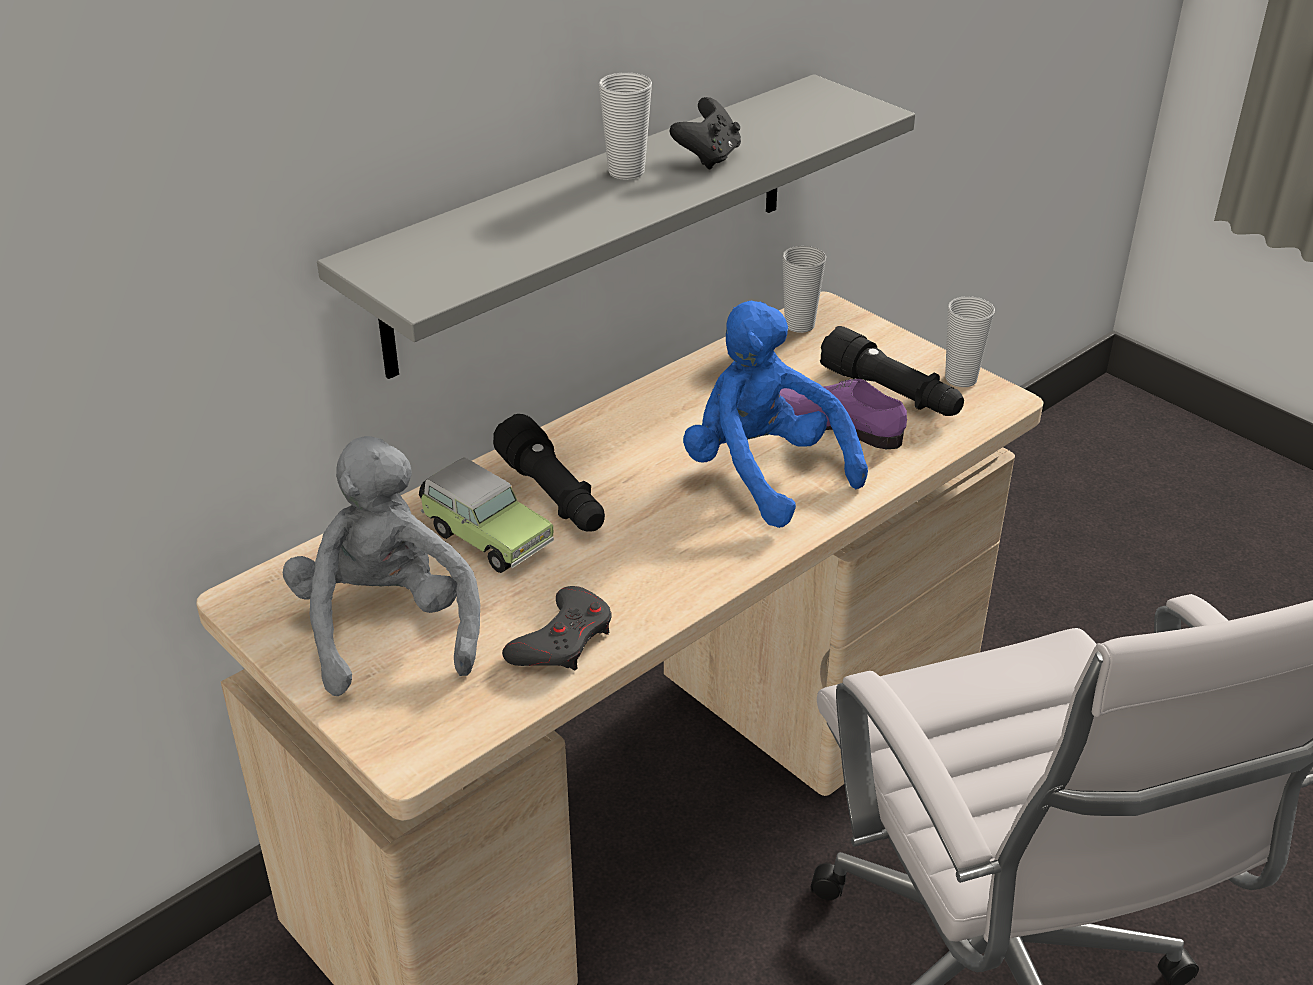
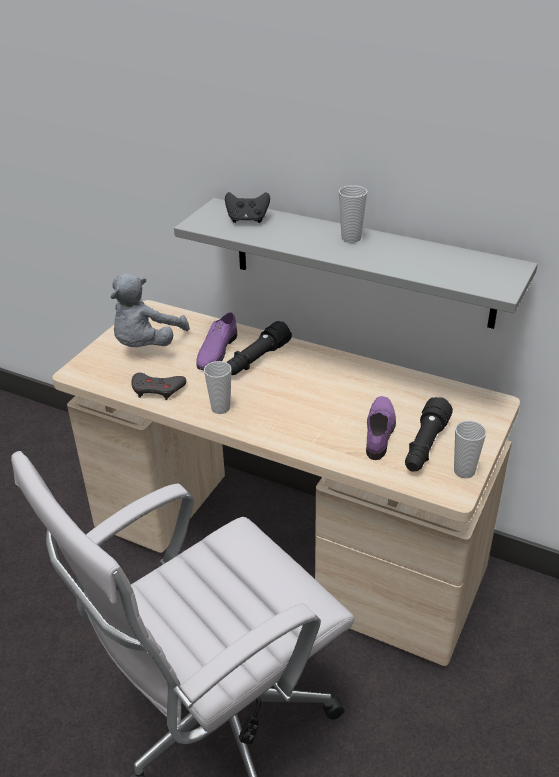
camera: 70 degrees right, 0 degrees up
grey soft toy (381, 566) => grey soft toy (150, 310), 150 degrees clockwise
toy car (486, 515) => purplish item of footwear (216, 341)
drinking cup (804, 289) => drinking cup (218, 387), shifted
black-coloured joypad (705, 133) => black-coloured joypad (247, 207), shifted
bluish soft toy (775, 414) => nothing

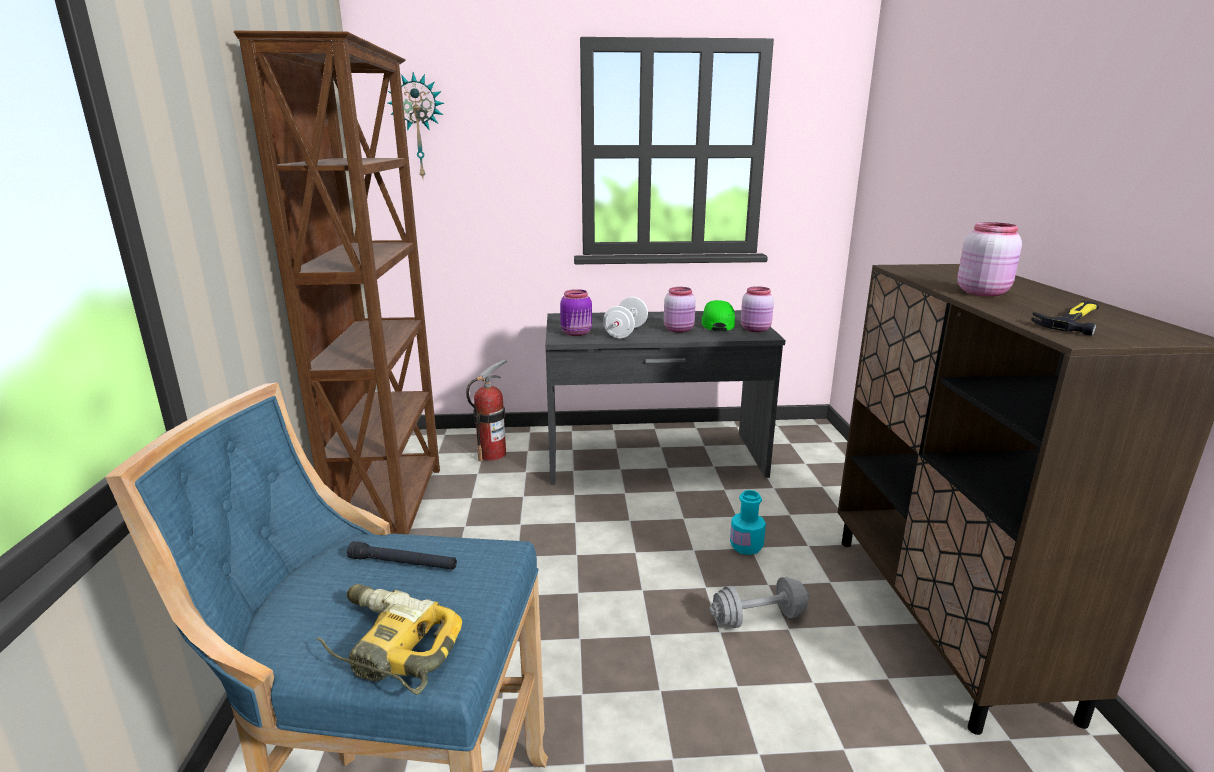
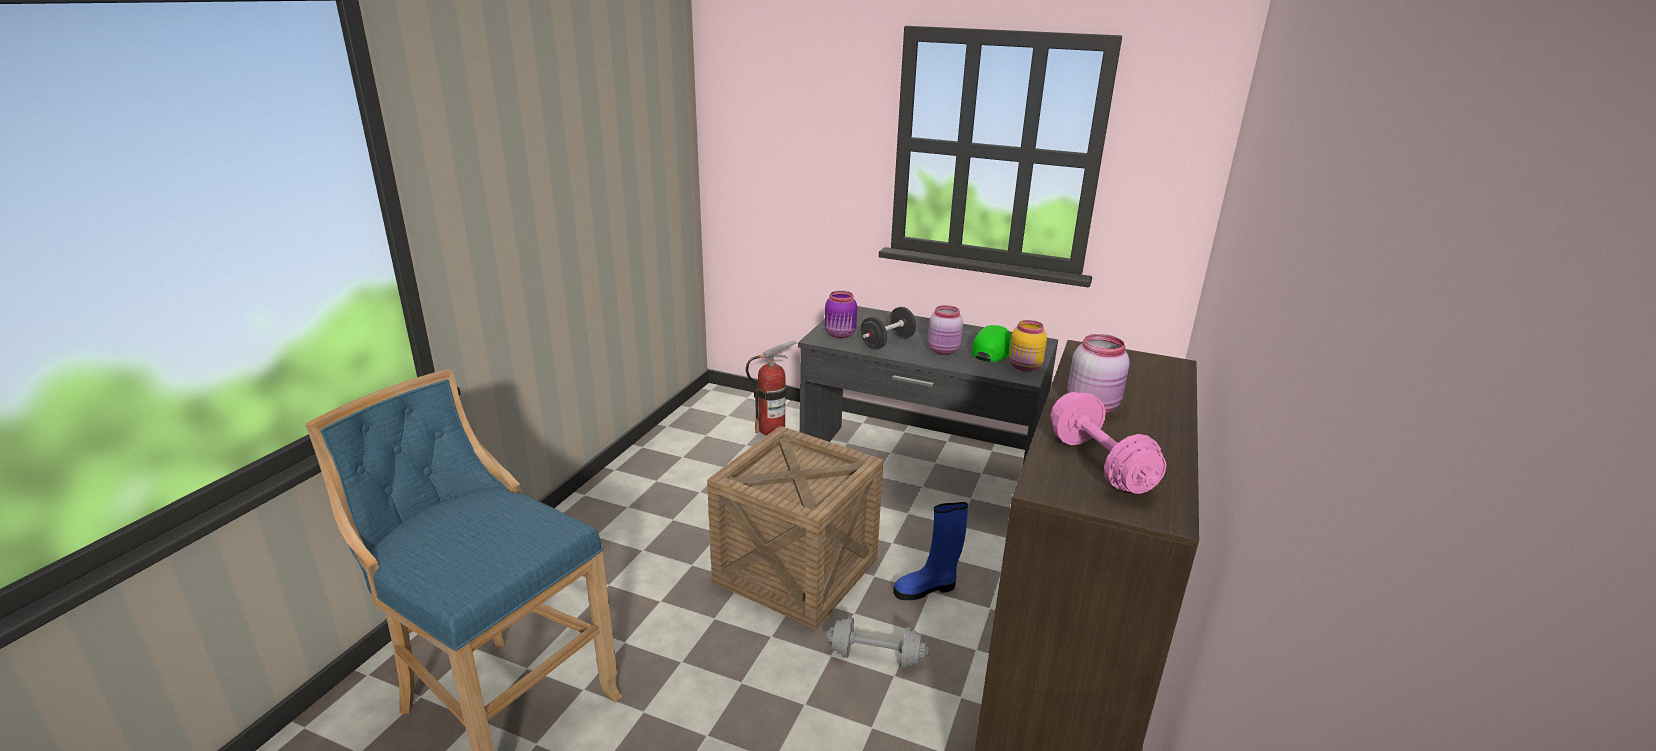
camera: 25 degrees right, 5 degrees up
nothing => shipping crate (795, 527)
white dumbbell (625, 317) => black-coloured dumbbell (888, 328)
turquoise drink bottle (748, 522) => bluish tall boot (930, 551)
pinkish jar (757, 309) => yellowish jar (1028, 345)
hand hammer (1065, 318) => pinkish dumbbell (1108, 443)
brown-coloured shelving unit (337, 282) => nothing
power drill (389, 639) => nothing
black-coloured torch (402, 555) => nothing
clock on the wall (416, 125) => nothing

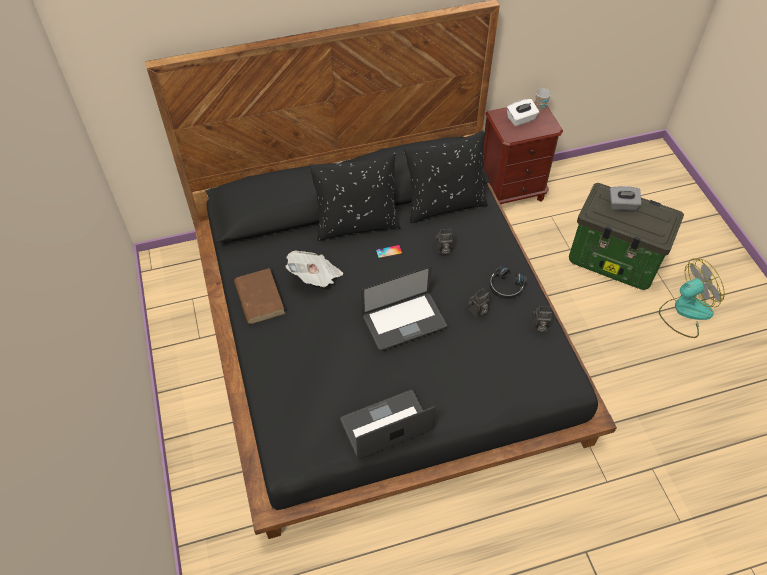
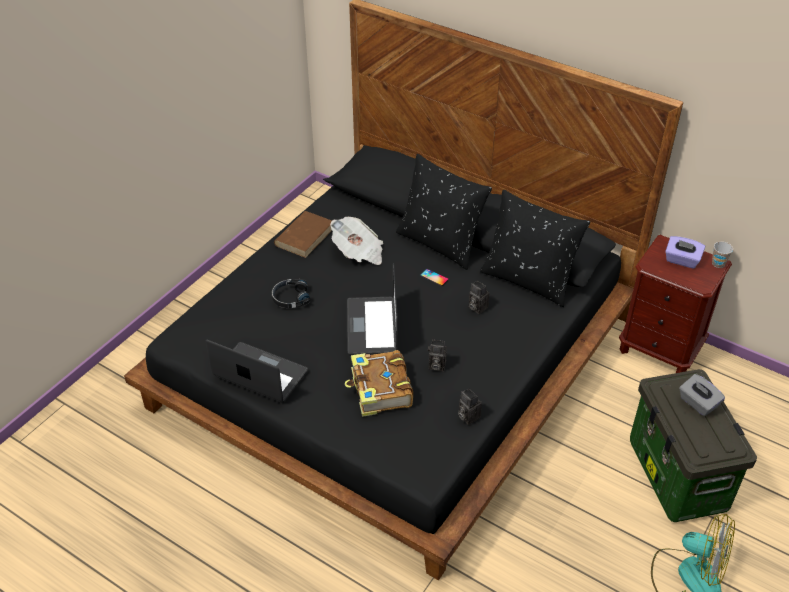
camera: 50 degrees right, 10 degrees down
black-coloured pair of headphones (508, 282) => black-coloured pair of headphones (291, 293), shifted
nothing => bound book (379, 383)
notebook computer (404, 308) => notebook computer (372, 309), 60 degrees clockwise
white box of tissues (523, 112) => purplish box of tissues (685, 252)

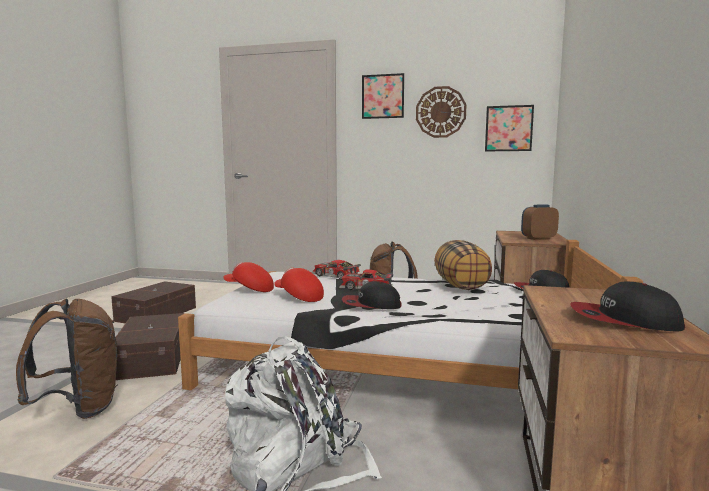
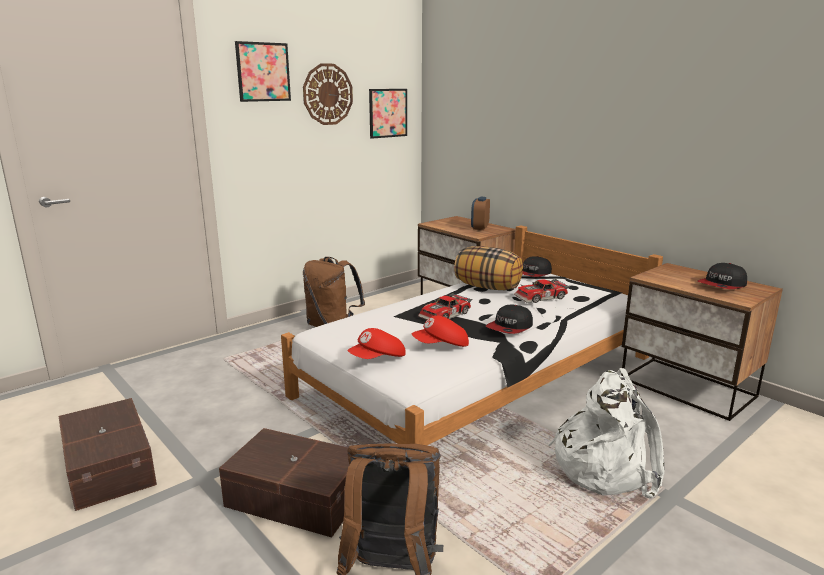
camera: 55 degrees left, 10 degrees up
toy car (336, 270) => toy car (542, 291), shifted

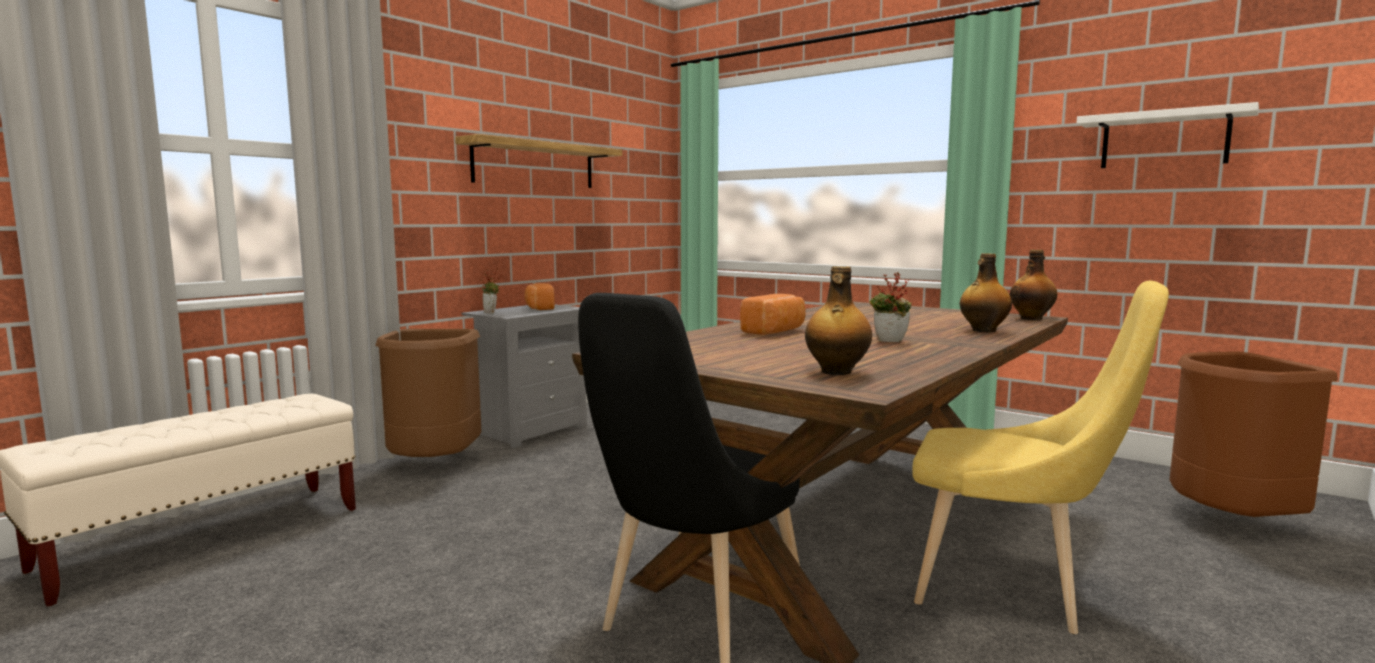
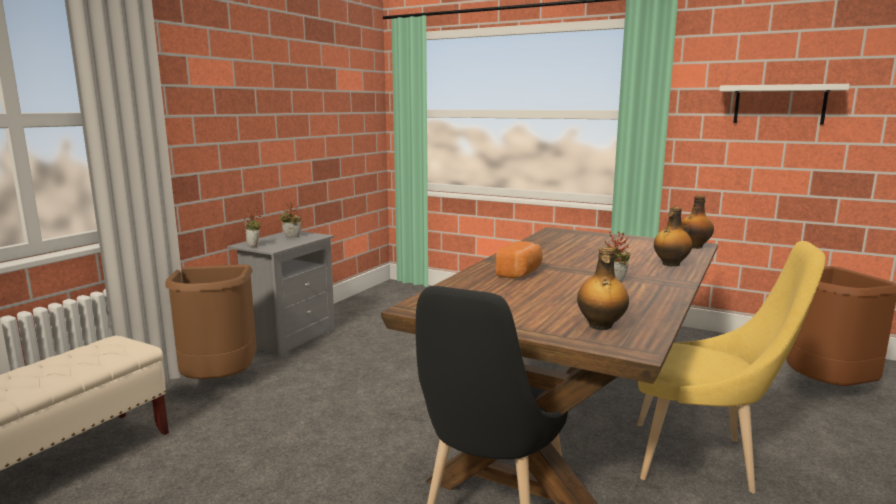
camera: 10 degrees left, 5 degrees up
baked bread (539, 296) => potted plant (290, 220)
wall shelf (538, 161) => nothing

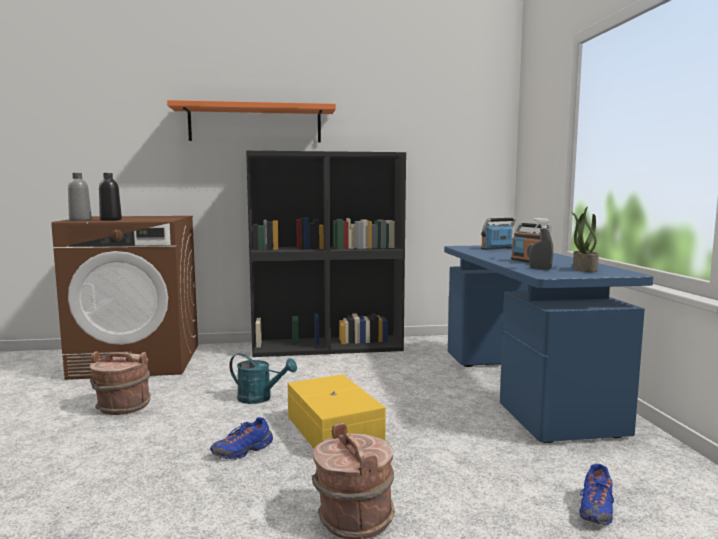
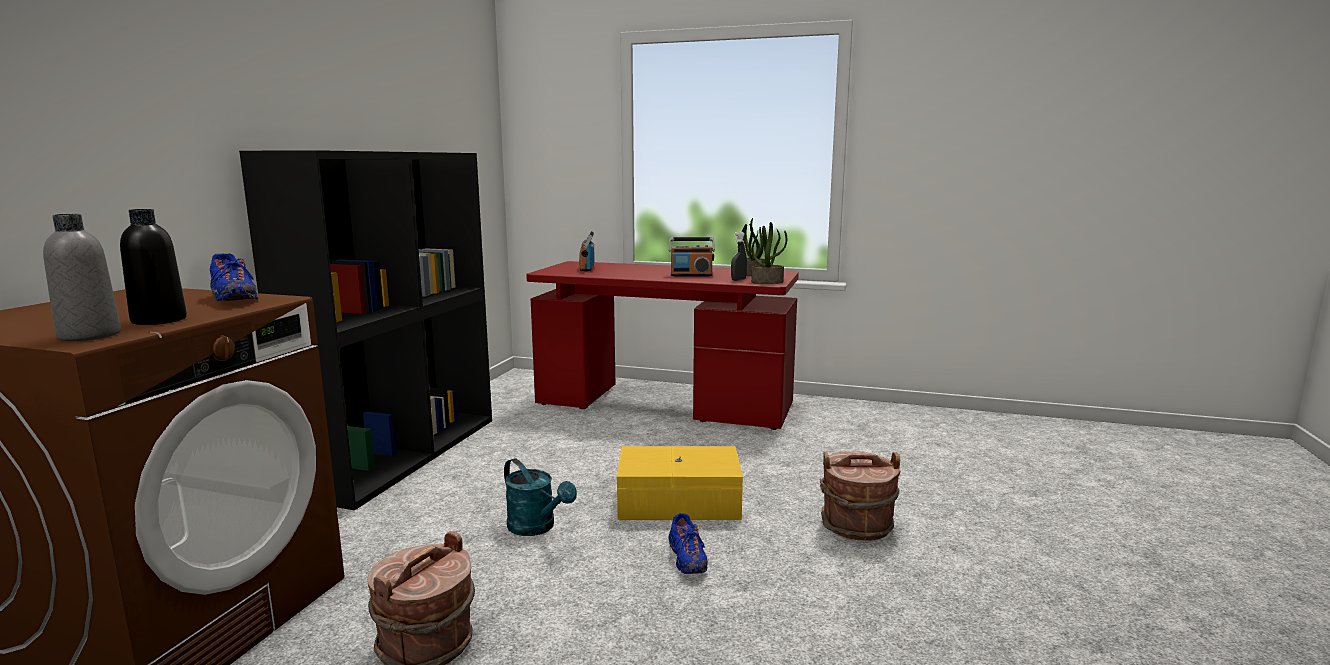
camera: 65 degrees left, 5 degrees up
bluish item of footwear (596, 494) => bluish item of footwear (234, 277), shifted
turquoise sprinkling can (263, 378) => turquoise sprinkling can (540, 497), 90 degrees clockwise
bluish desk unit (548, 344) => reddish desk unit (662, 345)
nothing => potted plant (769, 253)
orange-coloured wall shelf (251, 121) => nothing

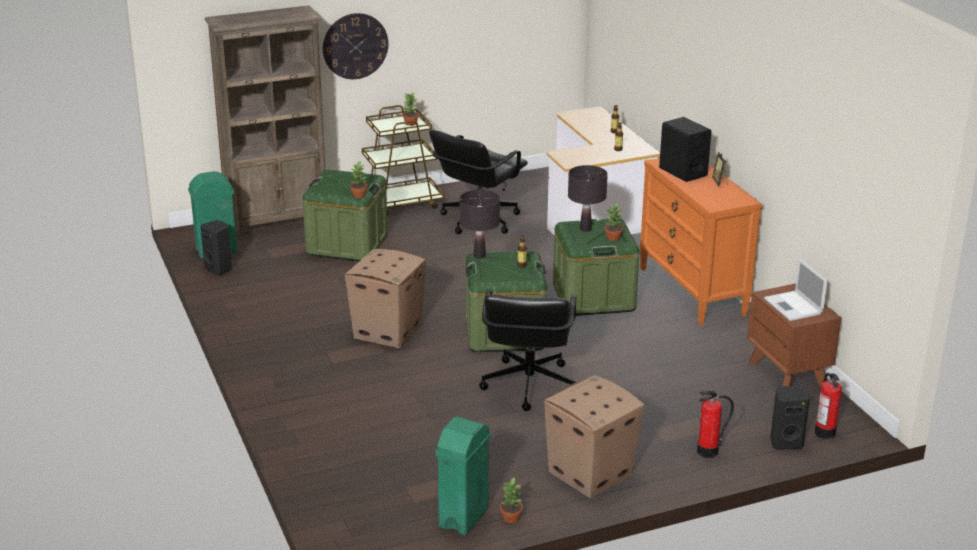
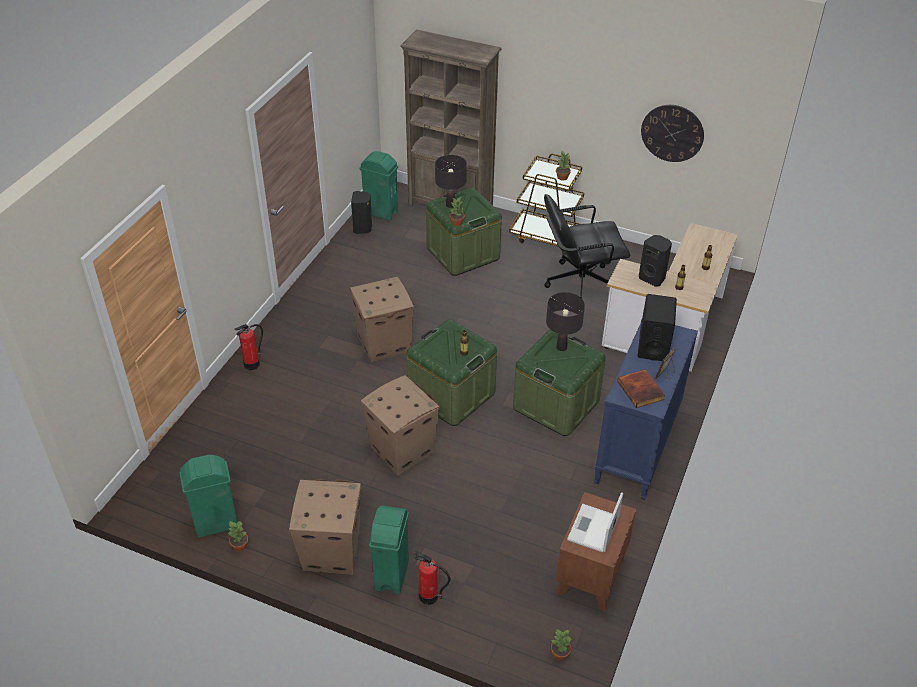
camera: 45 degrees right, 15 degrees up
fire extinguisher (828, 406) => fire extinguisher (249, 347), shifted
black-coloured desk chair (527, 350) => cardboard box (400, 425)
nothing => green trash can (389, 550)
black-coloured tabletop lamp (480, 224) => black-coloured tabletop lamp (451, 181), shifted
potted plant (613, 222) => potted plant (561, 645), shifted
orange-coloured dresser (700, 241) => bluish dresser (646, 410)
nothing => bound book (641, 388)
black-coloured audio speaker (790, 418) => black-coloured audio speaker (655, 261), shifted
clock on the wall (356, 46) => clock on the wall (672, 133), shifted

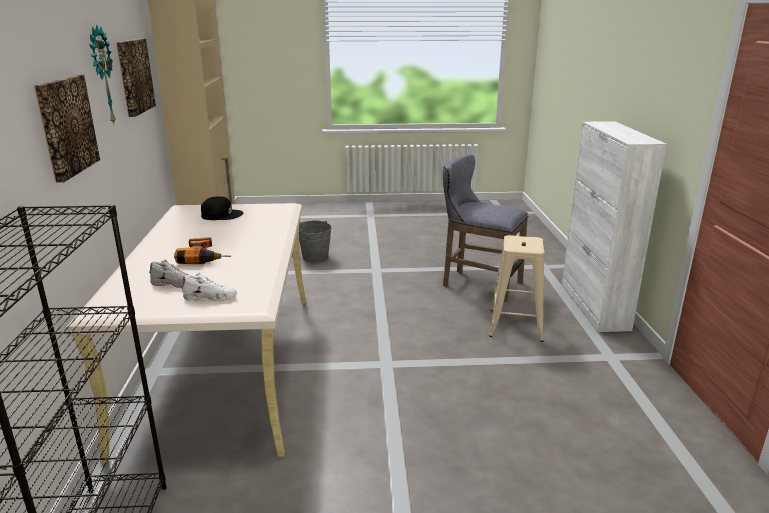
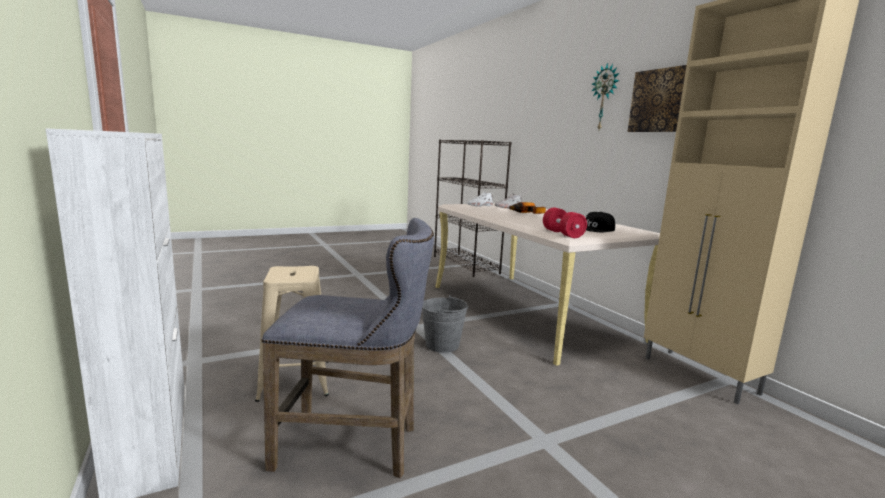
camera: 155 degrees right, 10 degrees down
grey water bucket (315, 241) => grey water bucket (445, 324), shifted
nothing => reddish dumbbell (565, 223)
wall picture (67, 129) => nothing

